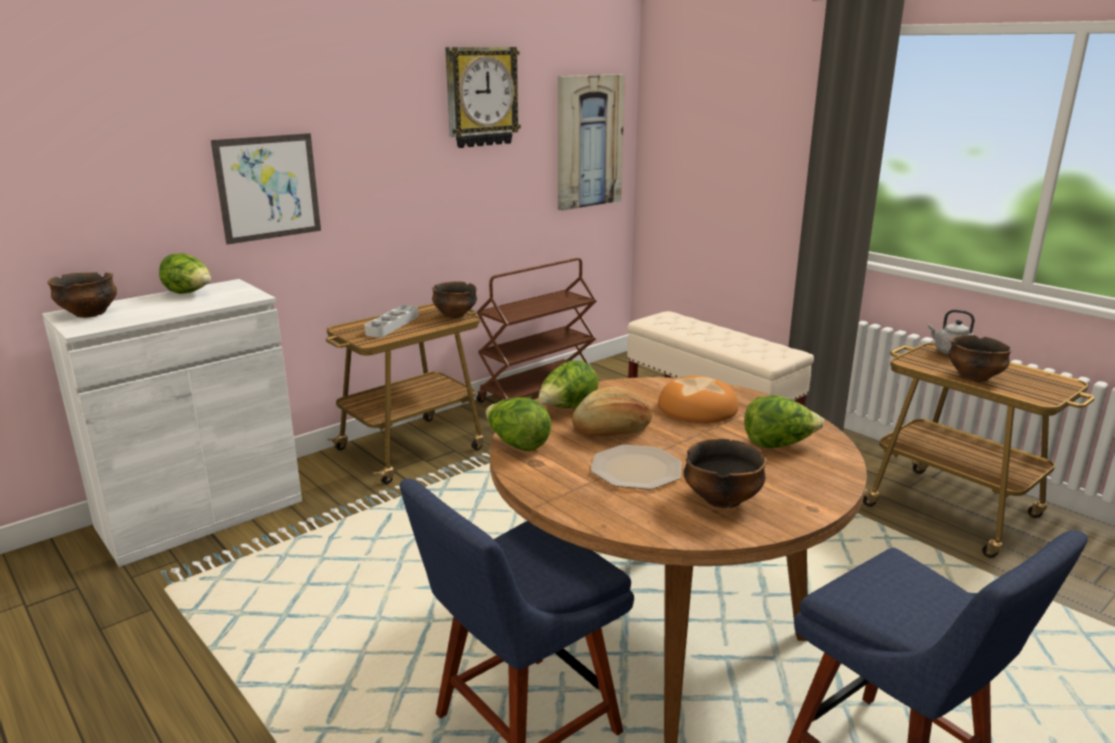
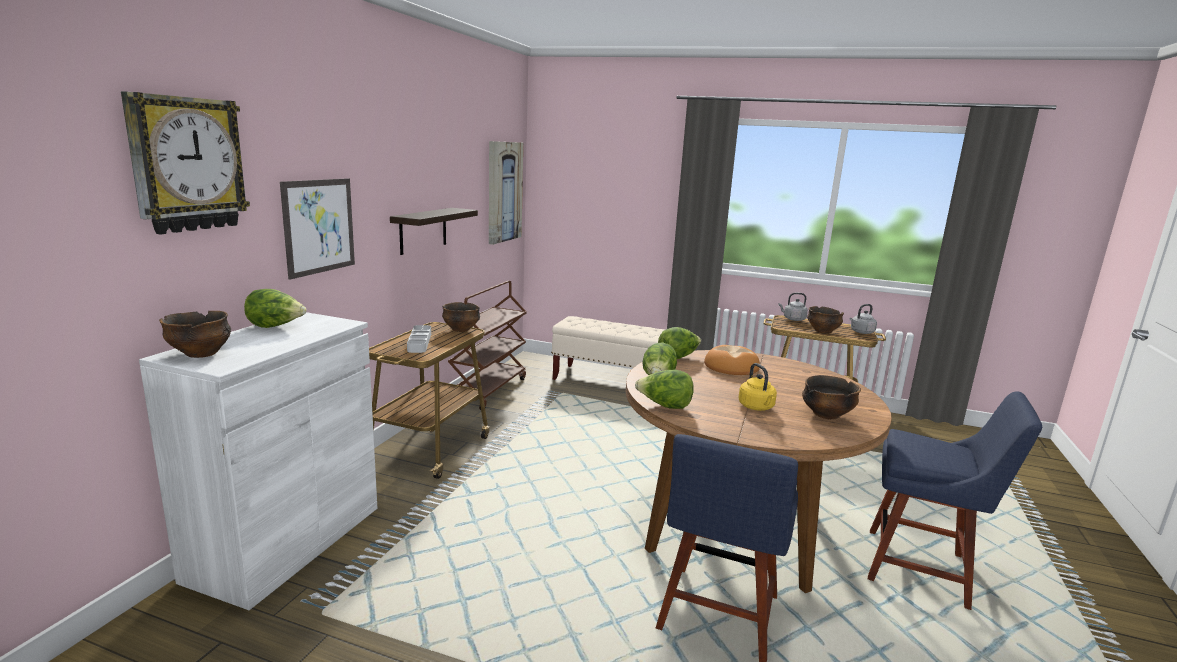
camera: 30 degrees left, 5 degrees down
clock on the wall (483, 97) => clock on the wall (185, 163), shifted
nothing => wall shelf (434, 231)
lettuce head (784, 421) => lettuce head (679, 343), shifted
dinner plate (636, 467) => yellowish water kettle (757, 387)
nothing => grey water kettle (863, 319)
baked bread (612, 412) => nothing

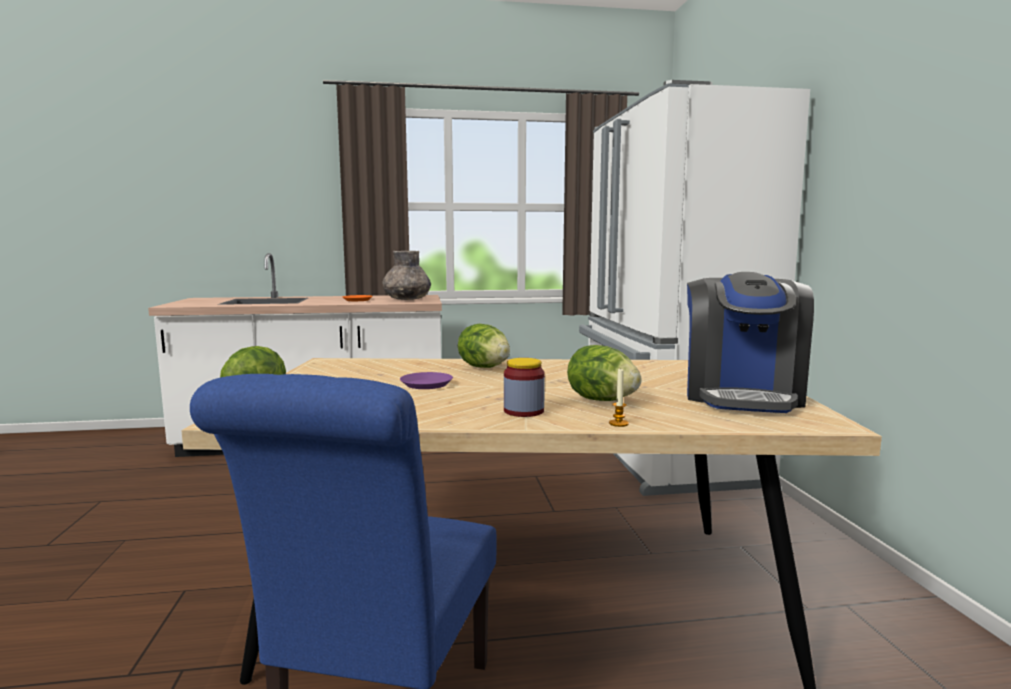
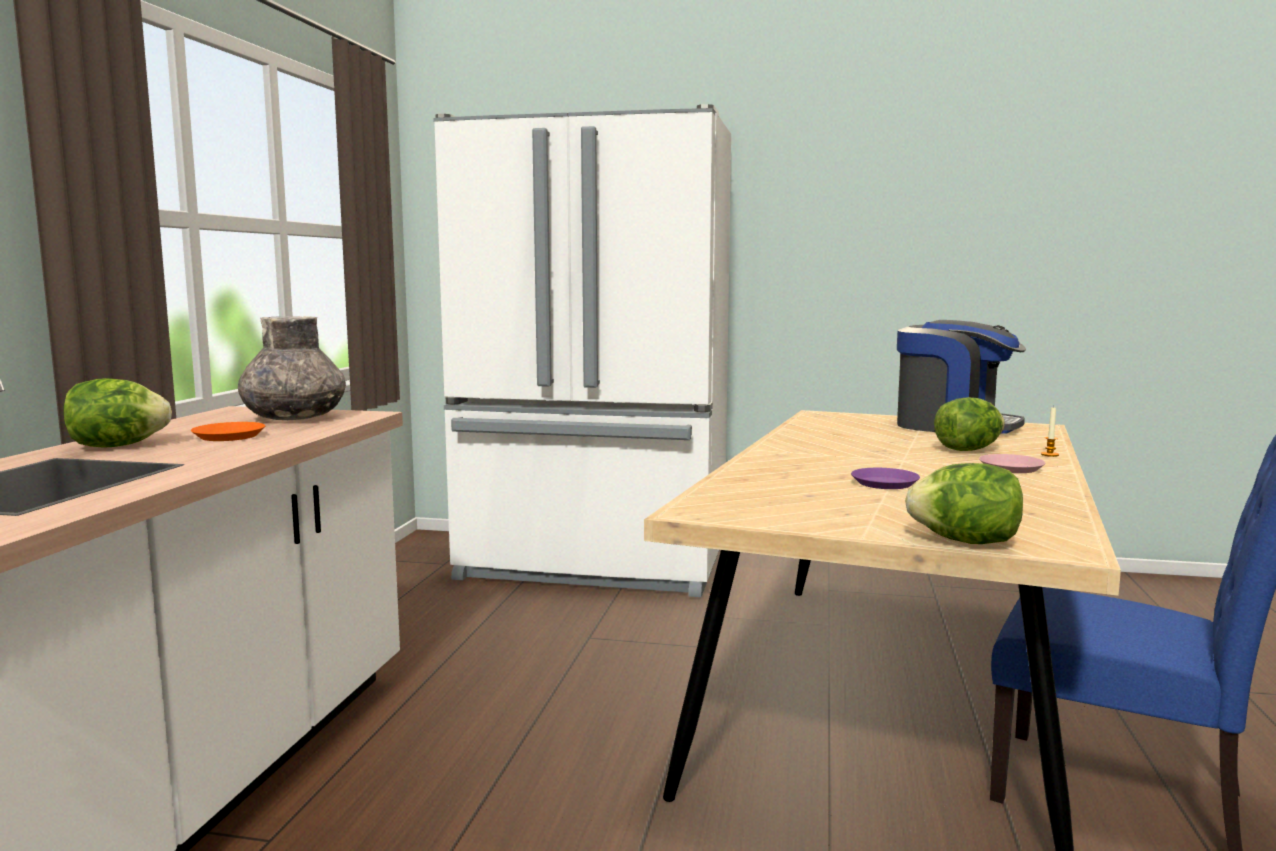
camera: 70 degrees left, 0 degrees up
lettuce head (484, 346) => lettuce head (117, 413), shifted
jar (524, 387) => pinkish dinner plate (1012, 463)

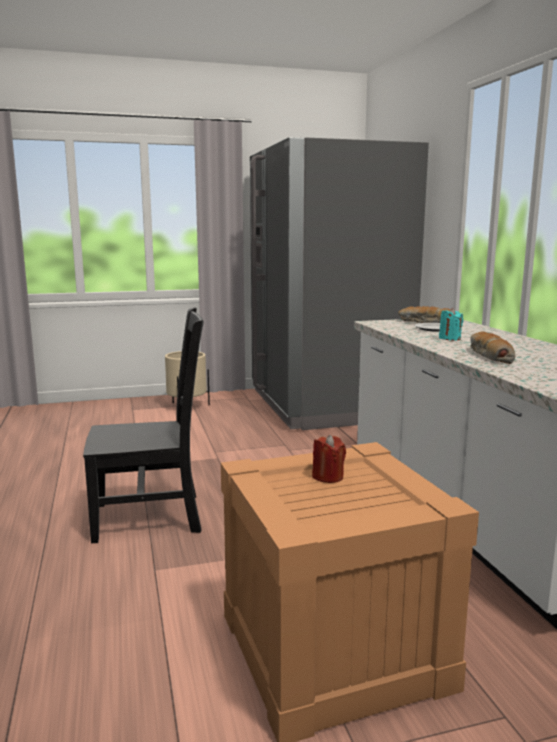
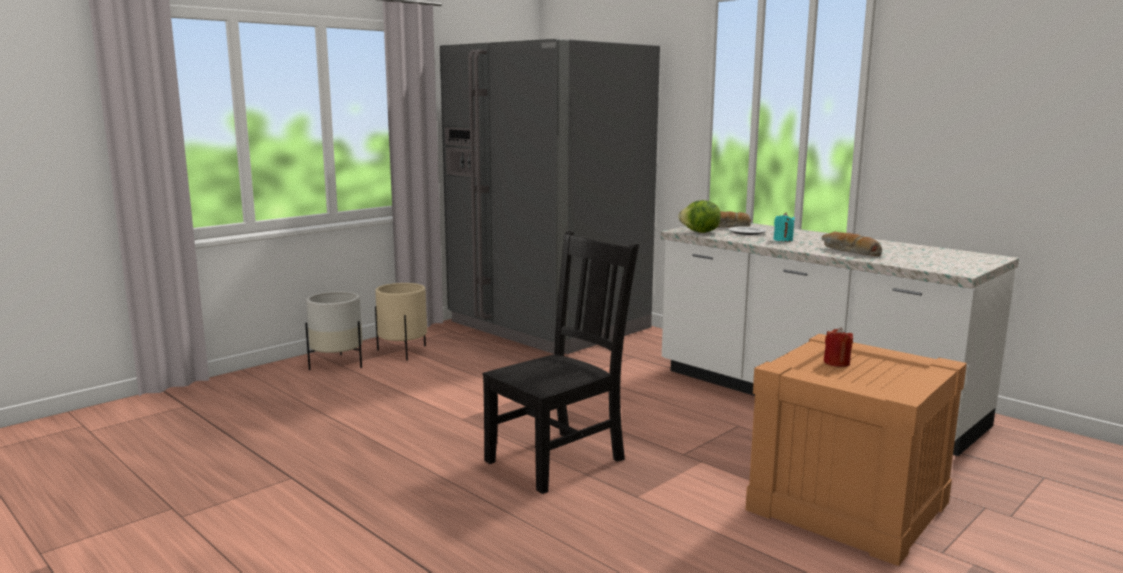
camera: 30 degrees left, 0 degrees up
nothing => white planter (334, 330)
nothing => lettuce head (699, 216)

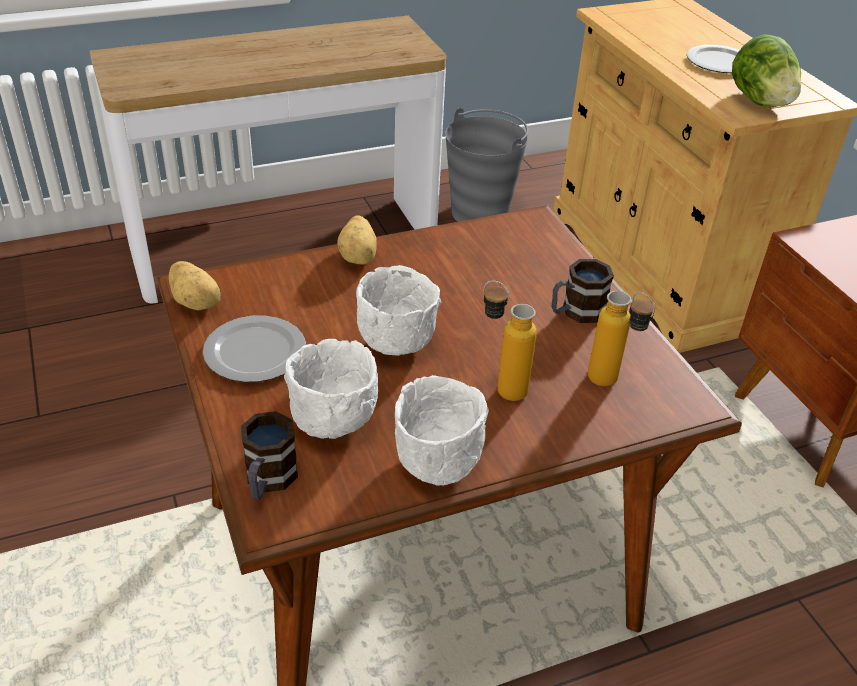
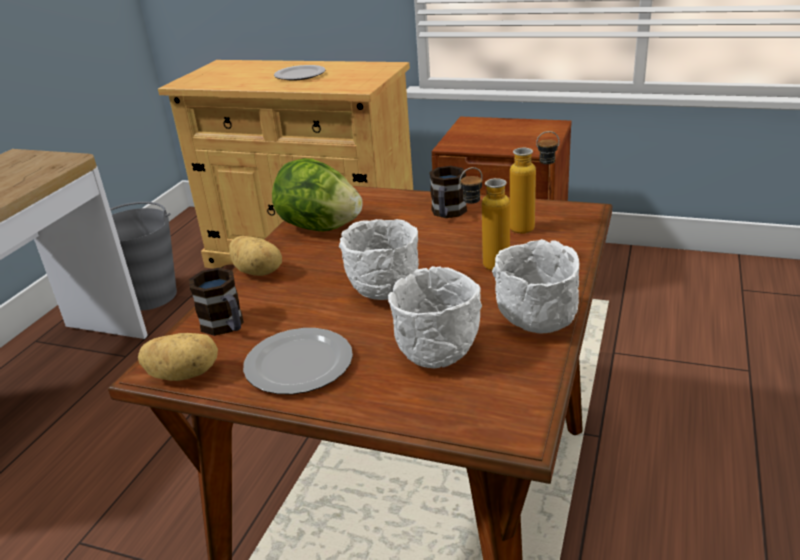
camera: 45 degrees left, 10 degrees down
coffee mug (269, 455) => coffee mug (216, 302), shifted
lettuce head (766, 70) => lettuce head (317, 194), shifted

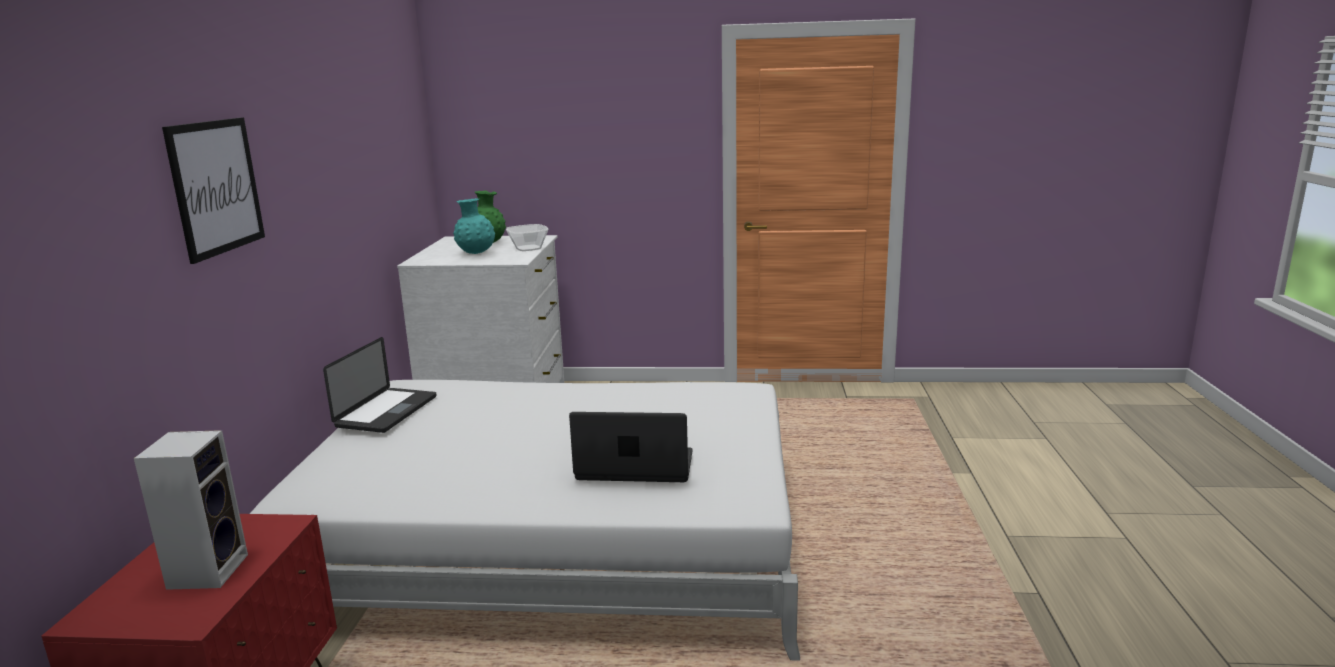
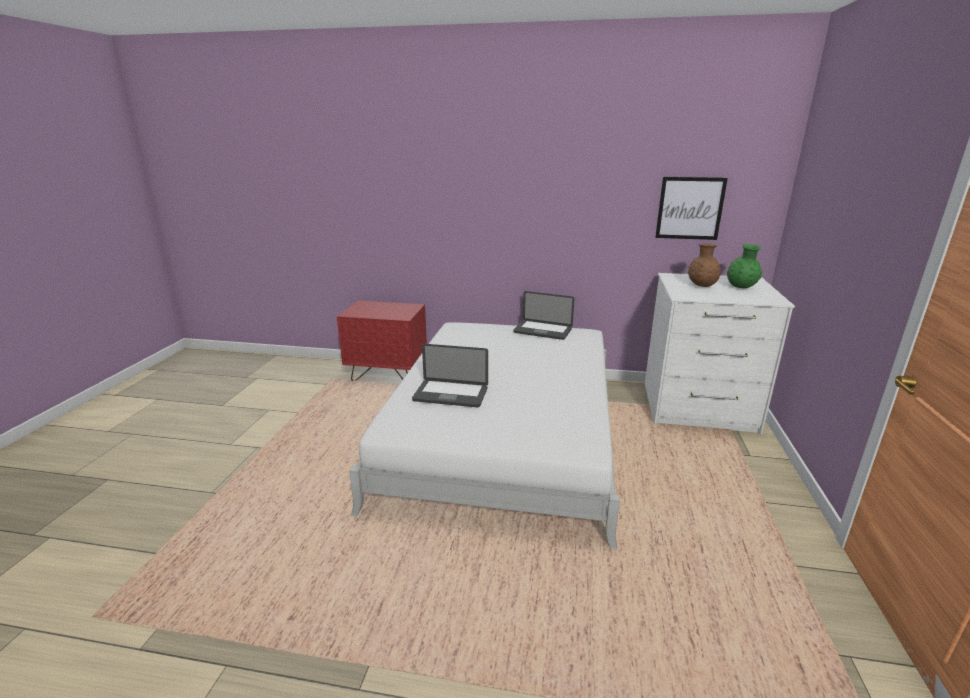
camera: 95 degrees right, 5 degrees up
notebook computer (630, 447) => notebook computer (450, 375), 90 degrees clockwise
wall picture (213, 190) => wall picture (691, 208), shifted
turquoise vase (474, 226) => brown-coloured vase (704, 265)
audio speaker (191, 510) => nothing
serving bowl (527, 237) => nothing

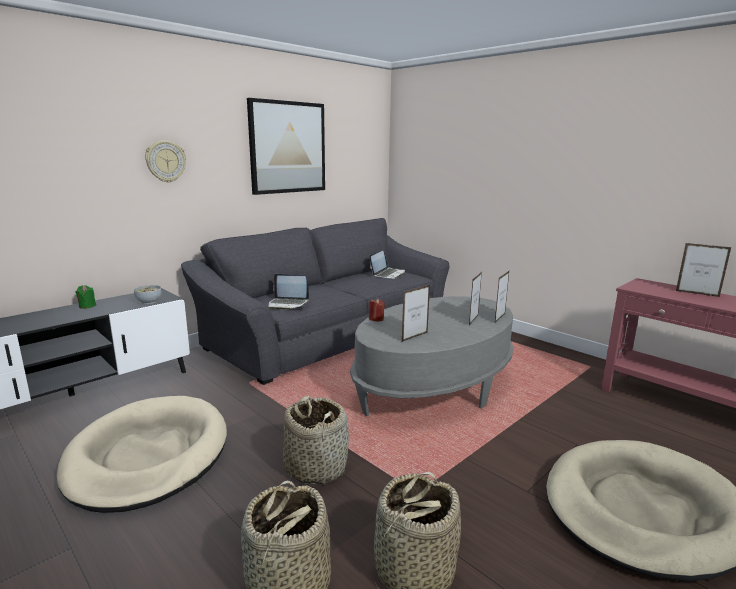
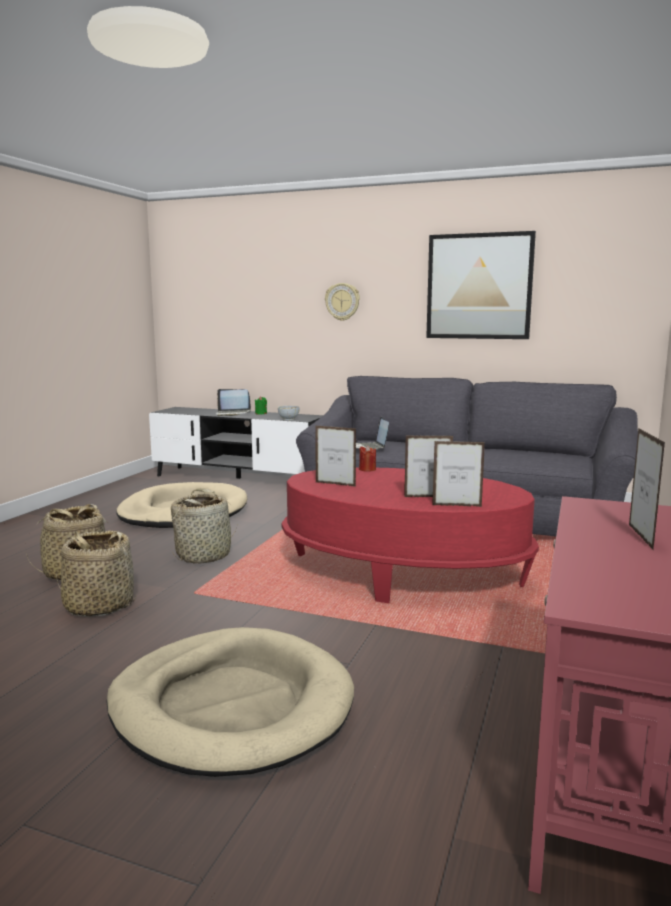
camera: 65 degrees right, 5 degrees down
notebook computer (387, 265) => notebook computer (233, 402), shifted
grey coffee table (432, 356) => reddish coffee table (410, 535)

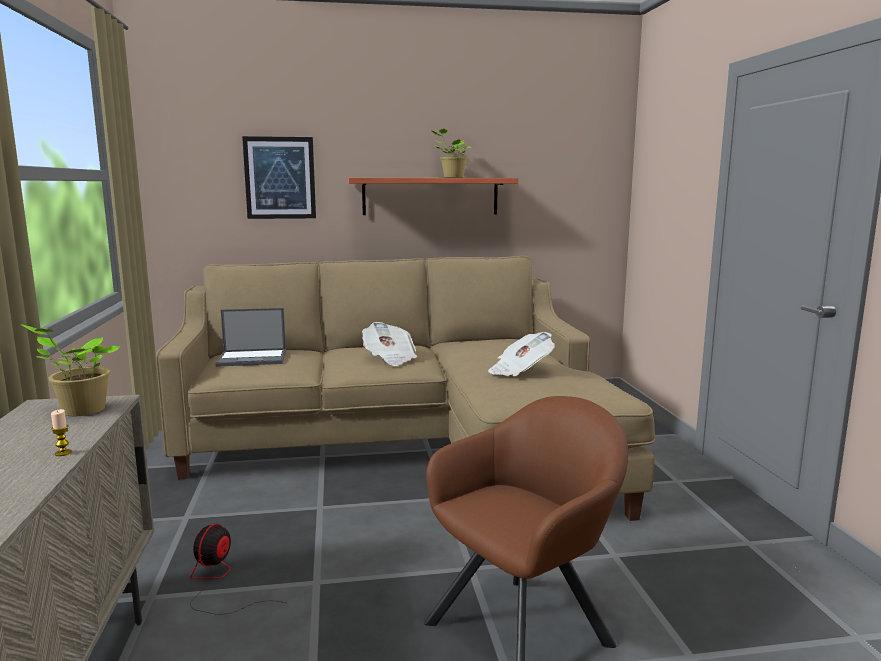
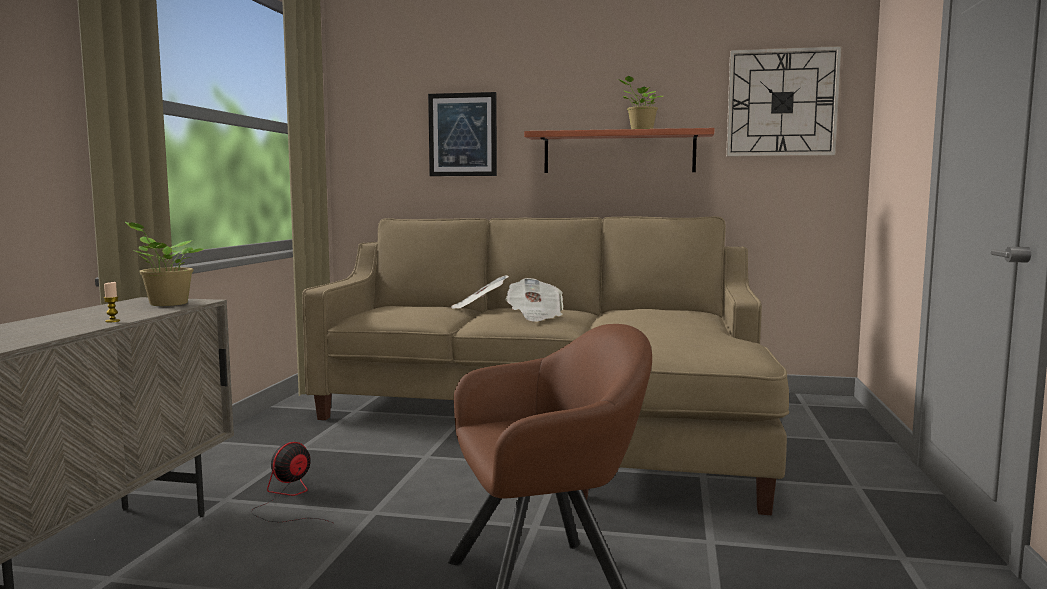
camera: 20 degrees right, 5 degrees down
newspaper (521, 354) => newspaper (480, 292), shifted
nothing => clock on the wall (783, 101)
notebook computer (250, 337) => nothing

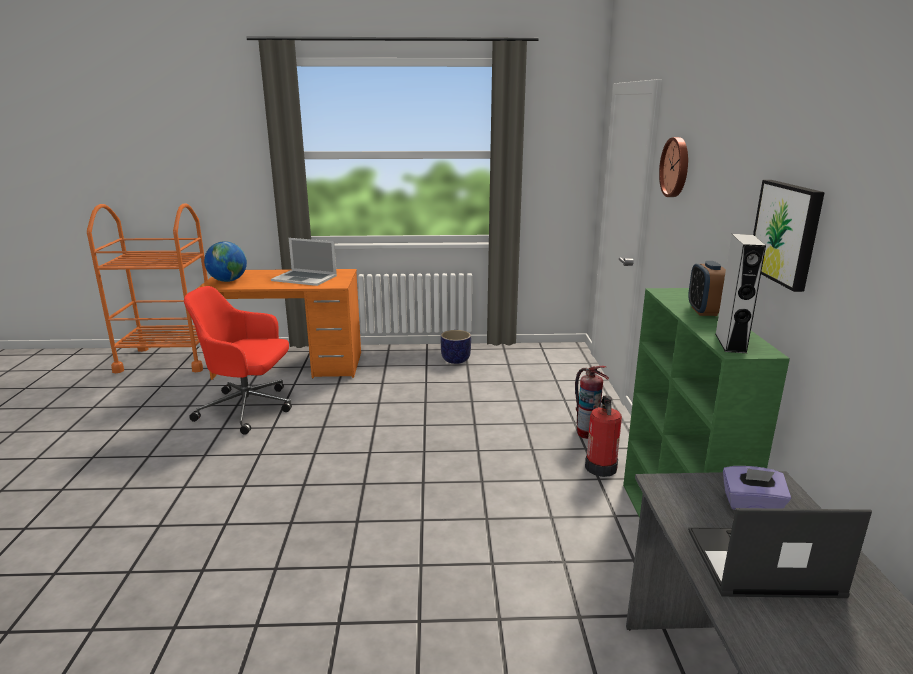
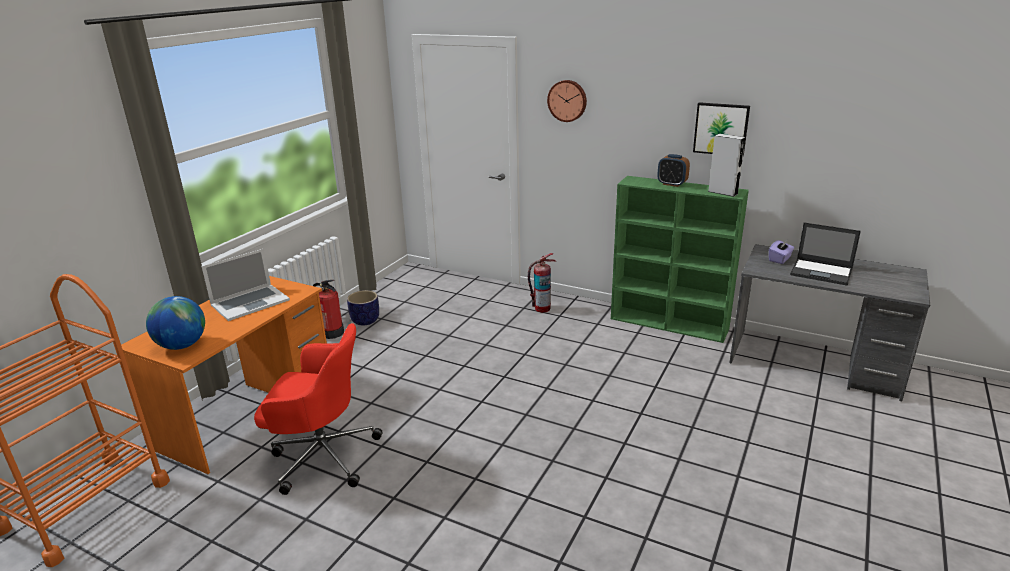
camera: 60 degrees left, 5 degrees up
reddish desk chair (238, 360) => reddish desk chair (318, 409), 120 degrees counterclockwise
fire extinguisher (603, 436) => fire extinguisher (328, 309), shifted
notebook computer (780, 553) => notebook computer (825, 254), 90 degrees counterclockwise

